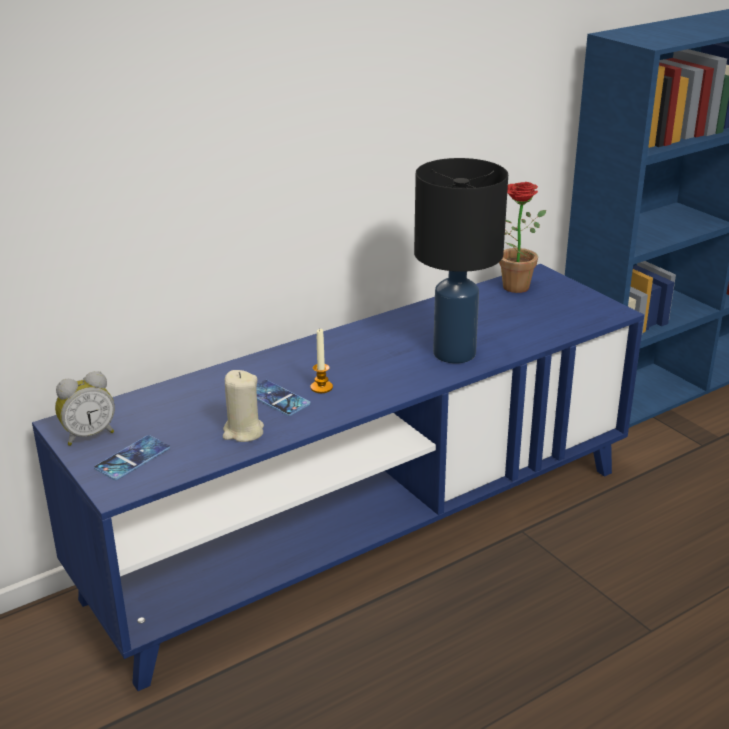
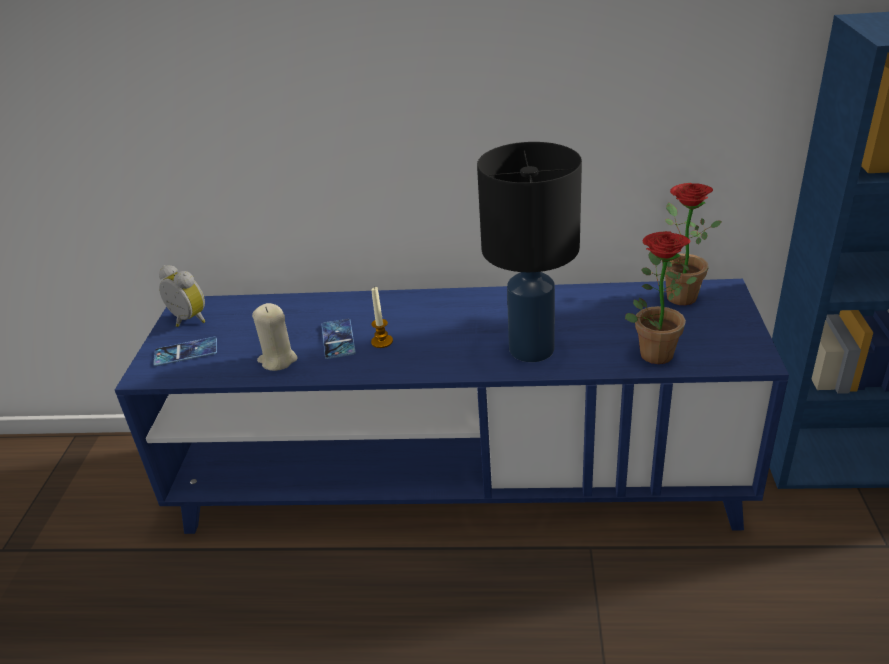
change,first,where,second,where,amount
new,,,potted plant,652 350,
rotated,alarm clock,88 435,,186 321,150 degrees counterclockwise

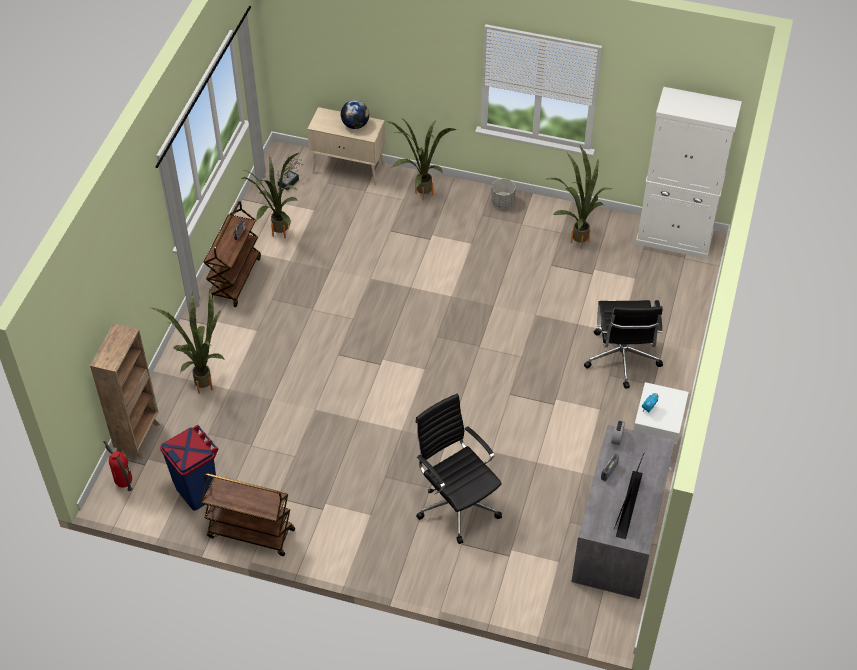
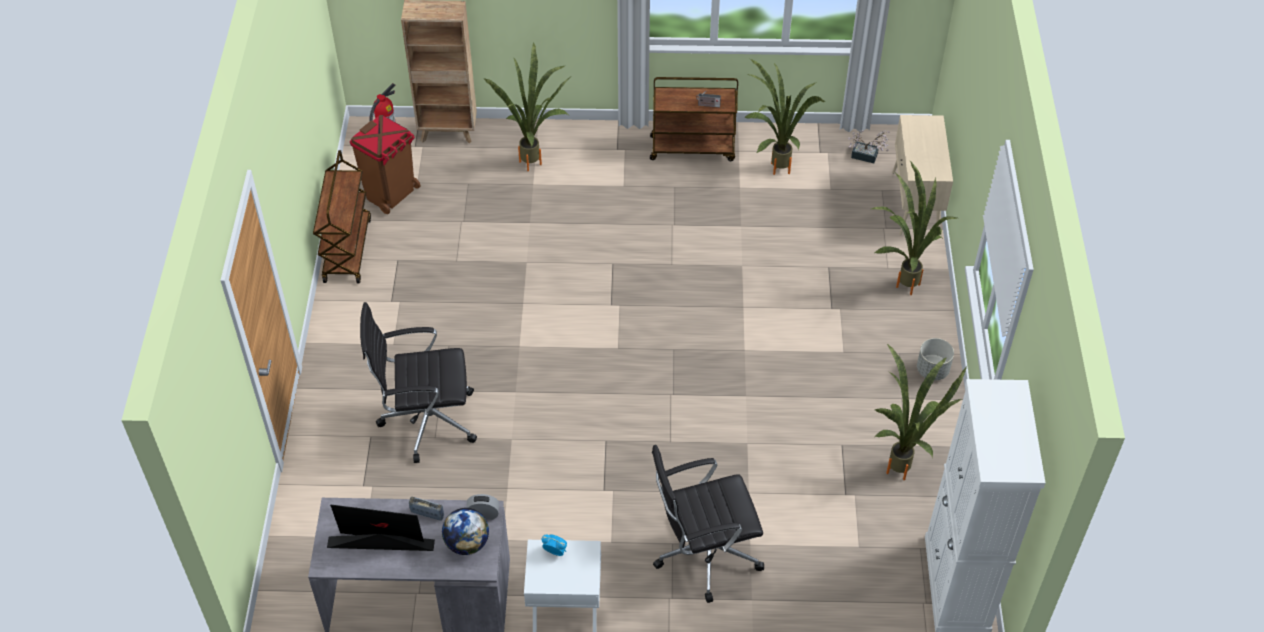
change,first,where,second,where,amount
shifted,globe,355 125,,467 543,
repainted,trash can (blue),197 491,trash can (brown),391 194,
rotated,office chair (black),457 503,,426 420,135 degrees counterclockwise

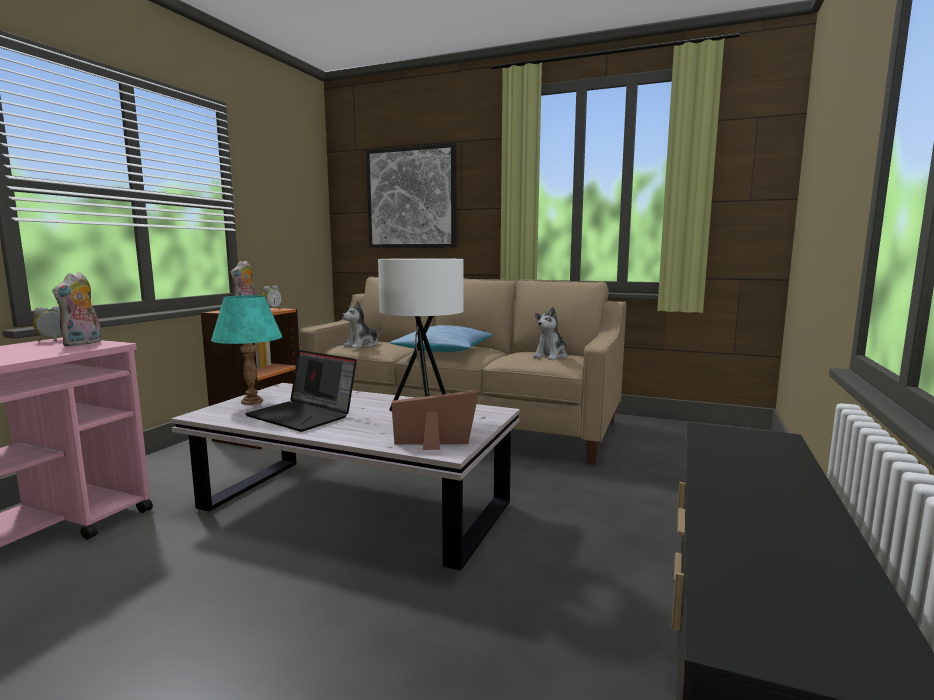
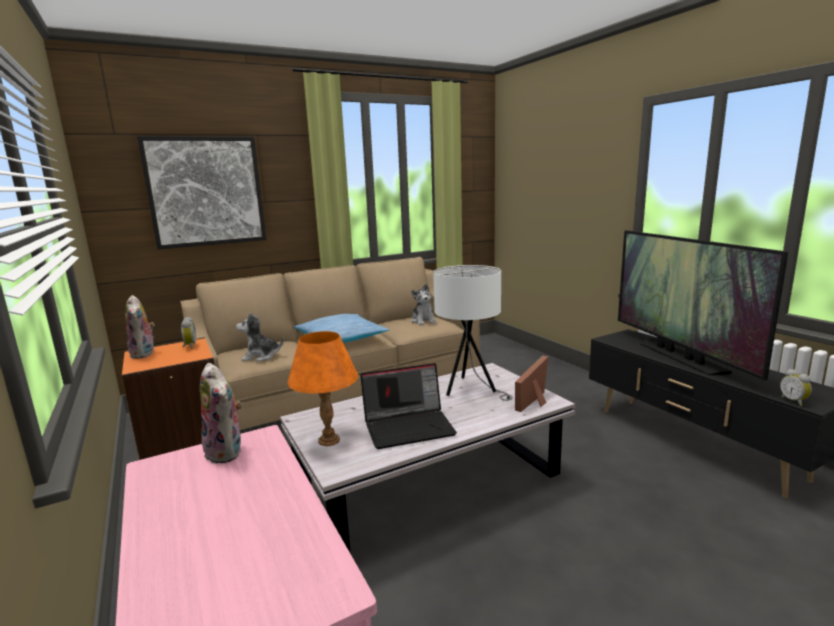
change,first,where,second,where,amount
new,,,television,680 357,
shifted,alarm clock,53 341,,794 401,
repainted,table lamp (turquoise),251 401,table lamp (orange),328 440,
rotated,plush toy,362 345,,261 356,90 degrees clockwise

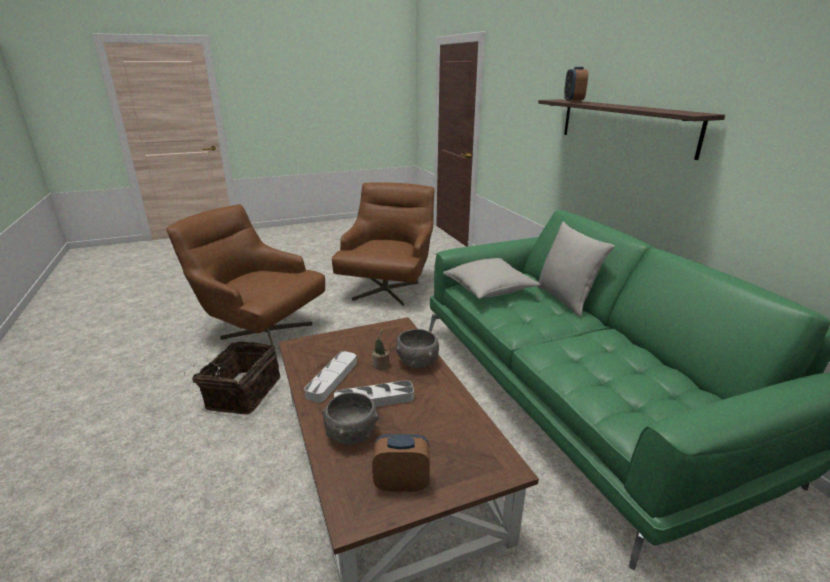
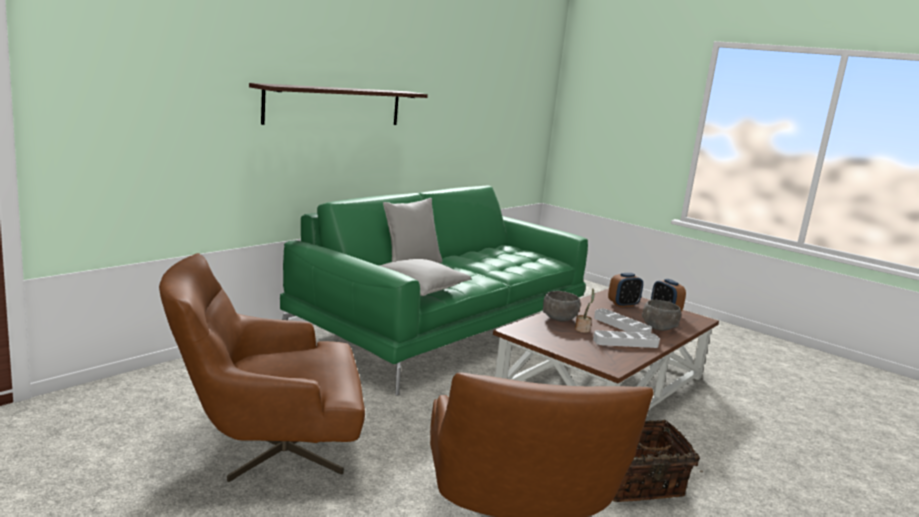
change,first,where,second,where,amount
shifted,alarm clock,573 101,,623 304,

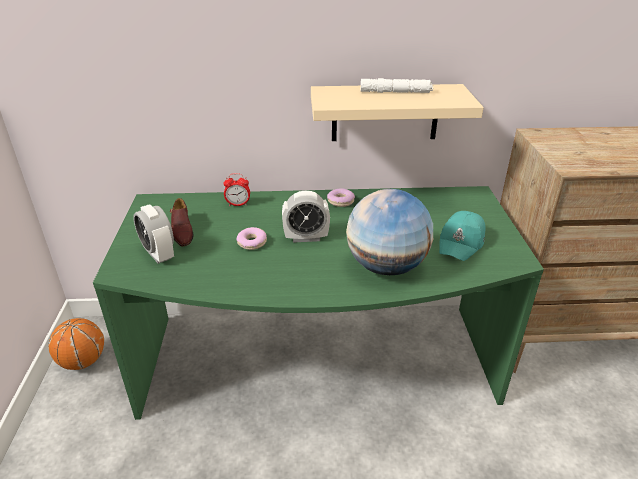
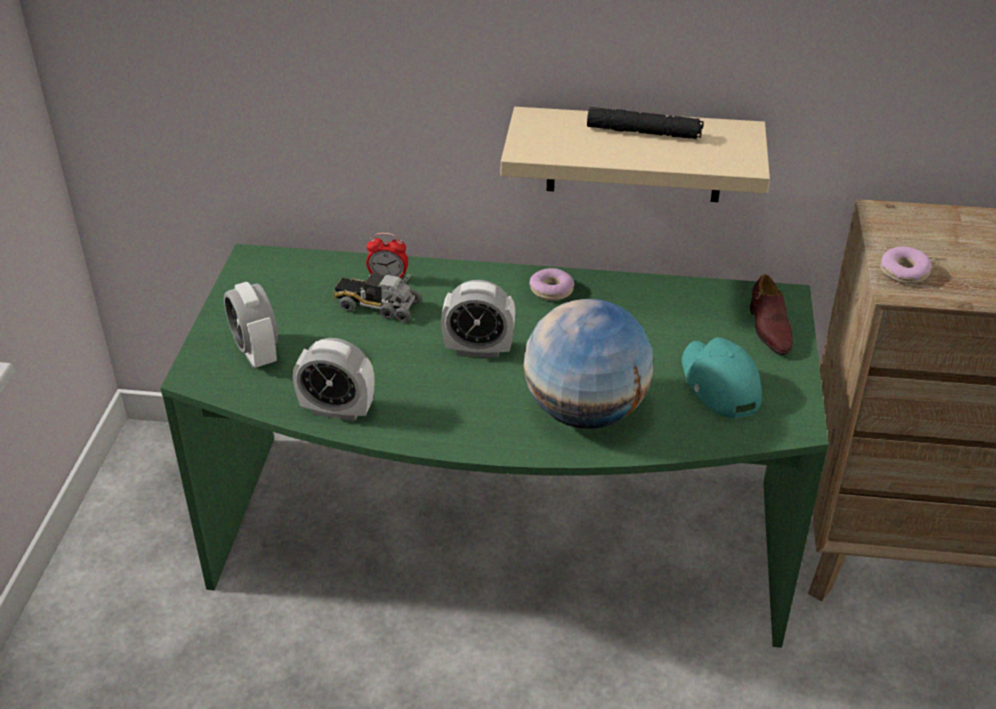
change,first,where,second,where,amount
gone,basketball,83 361,,,
new,,,alarm clock,337 410,
new,,,toy truck,377 306,
shifted,shoe (brown),182 232,,769 329,
shifted,donut,252 243,,903 272,
repainted,flashlight (white),395 92,flashlight (black),644 132,
rotated,cap (turquoise),462 242,,718 385,120 degrees clockwise

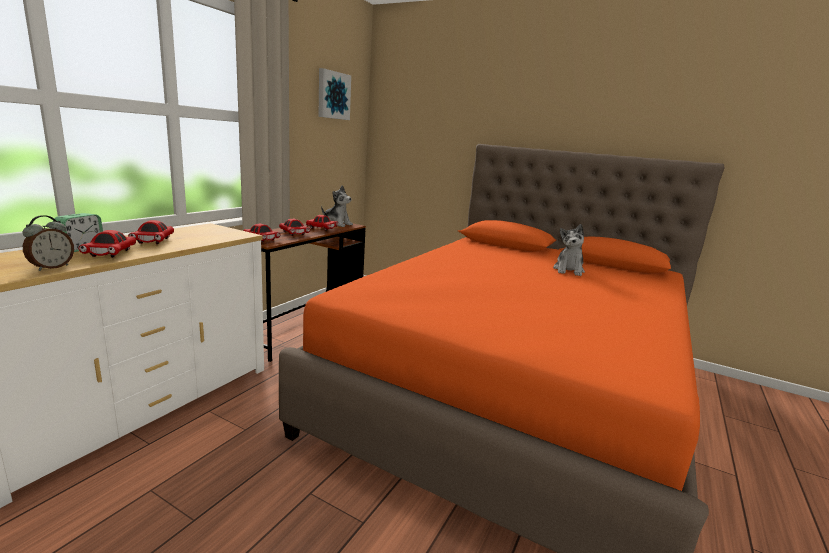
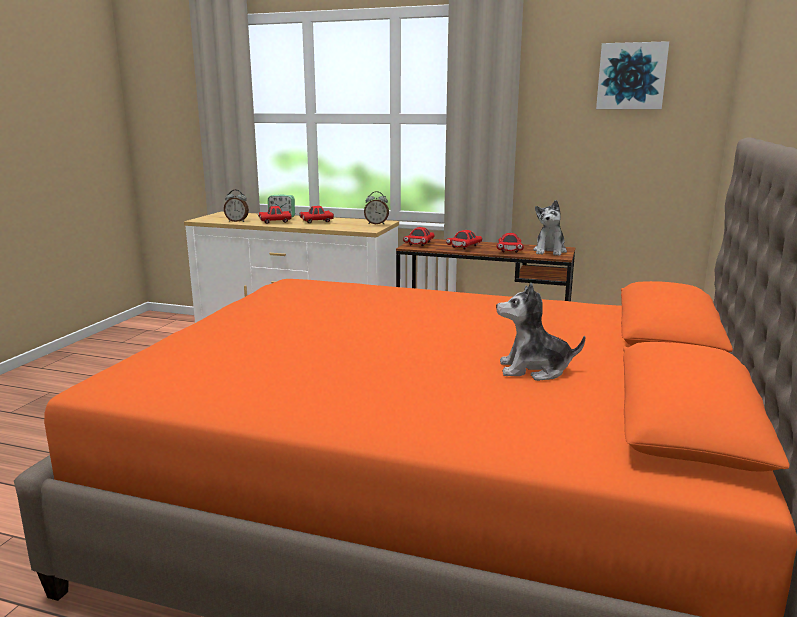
change,first,where,second,where,amount
new,,,alarm clock,376 224,

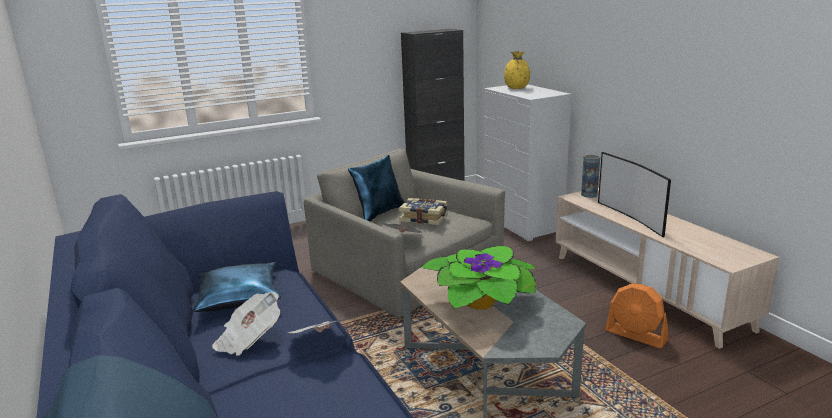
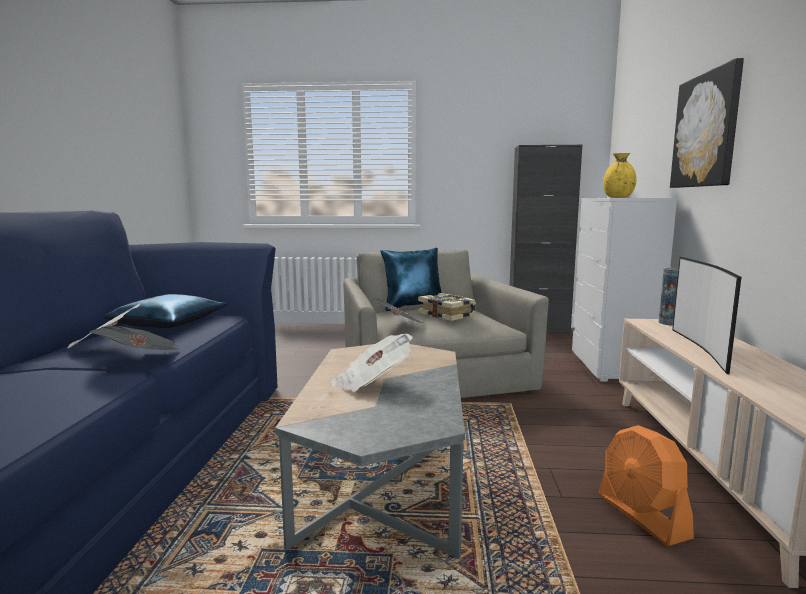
change,first,where,second,where,amount
new,,,picture,706 130,
swapped,potted plant,481 303,newspaper,371 383,

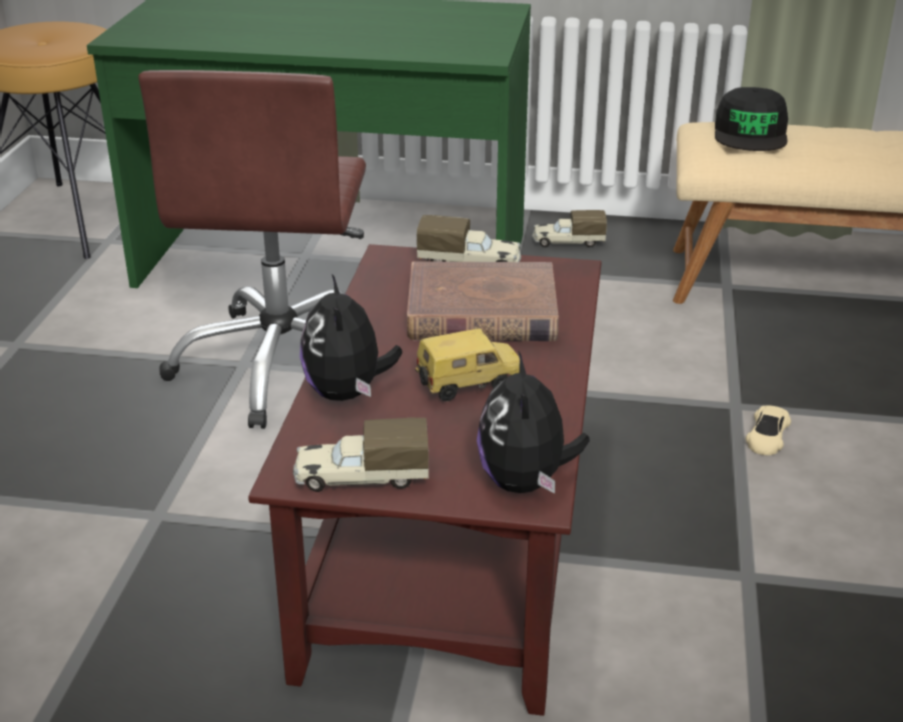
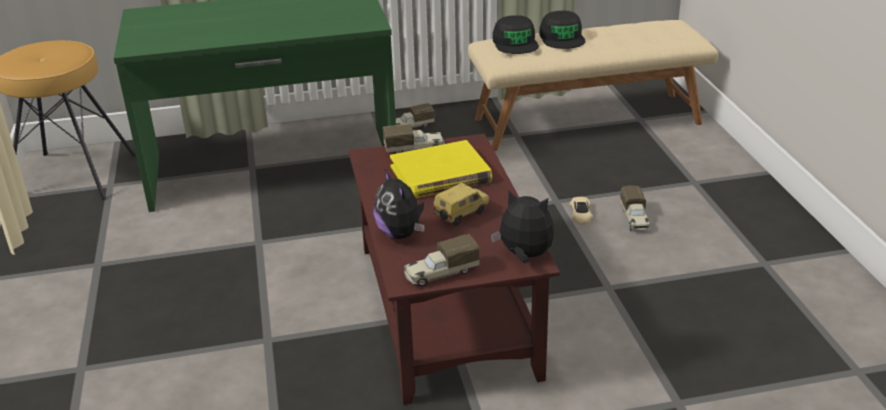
change,first,where,second,where,amount
gone,office chair (brown),283 364,,,
new,,,cap (black),562 38,
new,,,toy truck,634 219,
repainted,book (brown),482 311,book (yellow),440 174,
rotated,plush toy,526 482,,524 256,135 degrees clockwise

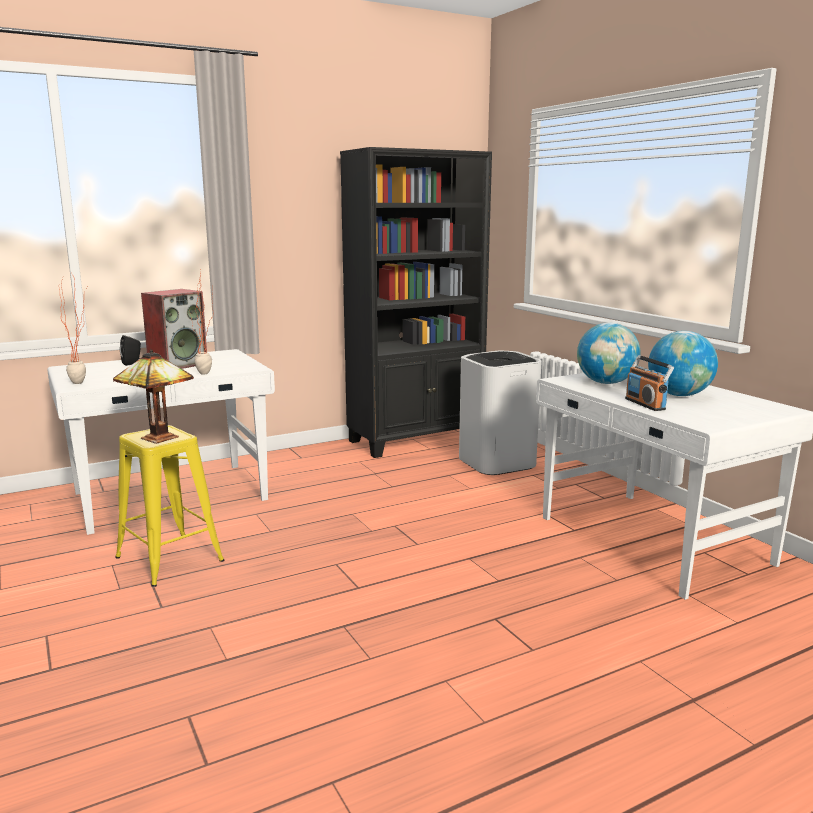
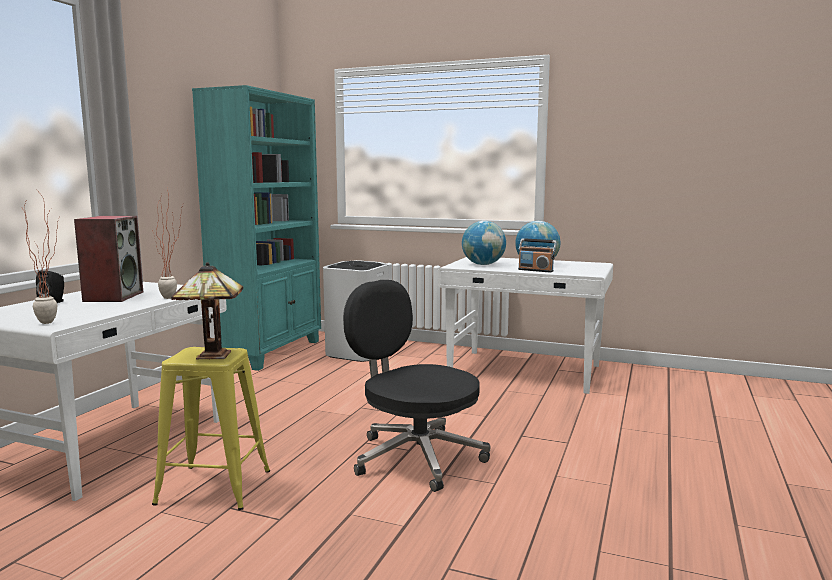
change,first,where,second,where,amount
new,,,office chair (black),415 457,
repainted,bookcase (black),416 440,bookcase (turquoise),270 352,

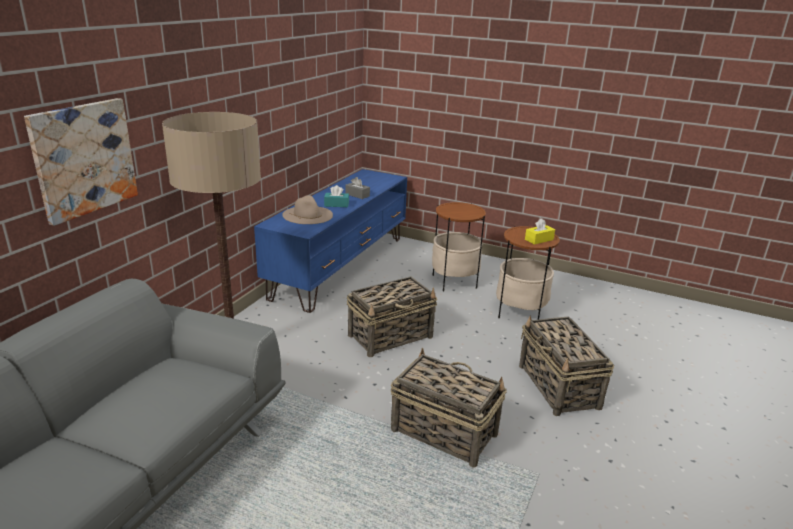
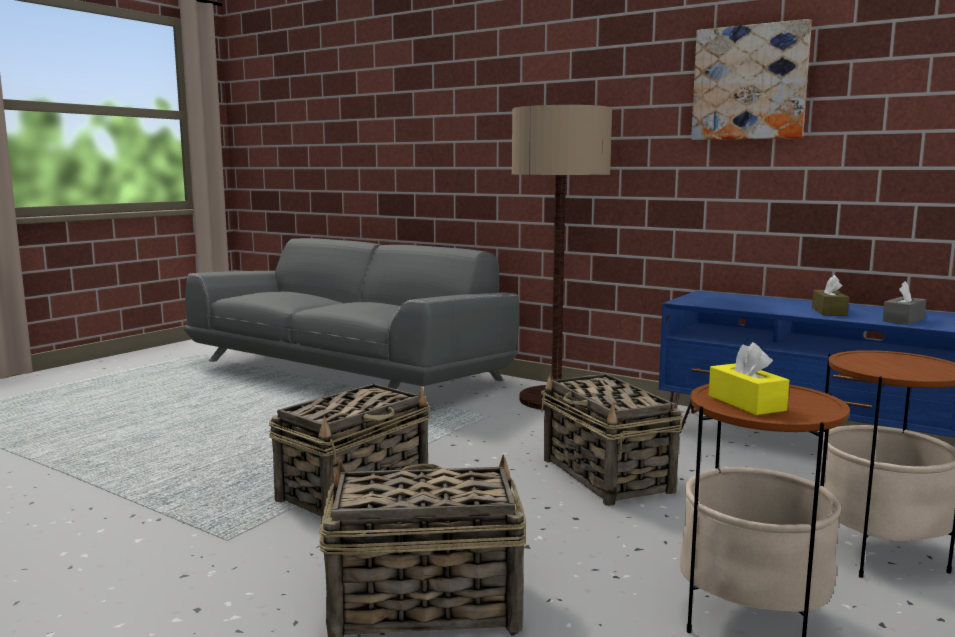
change,first,where,second,where,amount
gone,hat (beige),308 215,,,
shifted,picture,83 159,,750 83,
repainted,tissue box (turquoise),336 204,tissue box (brown),829 311,

